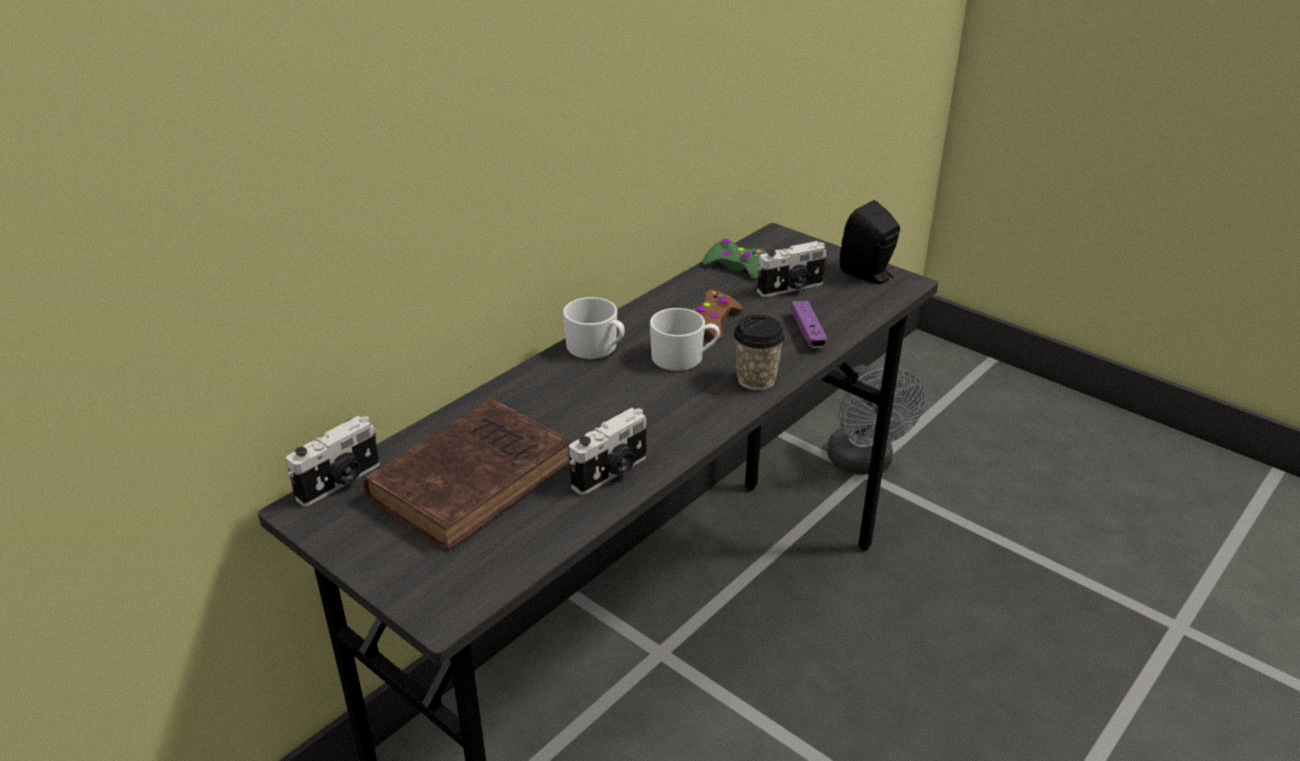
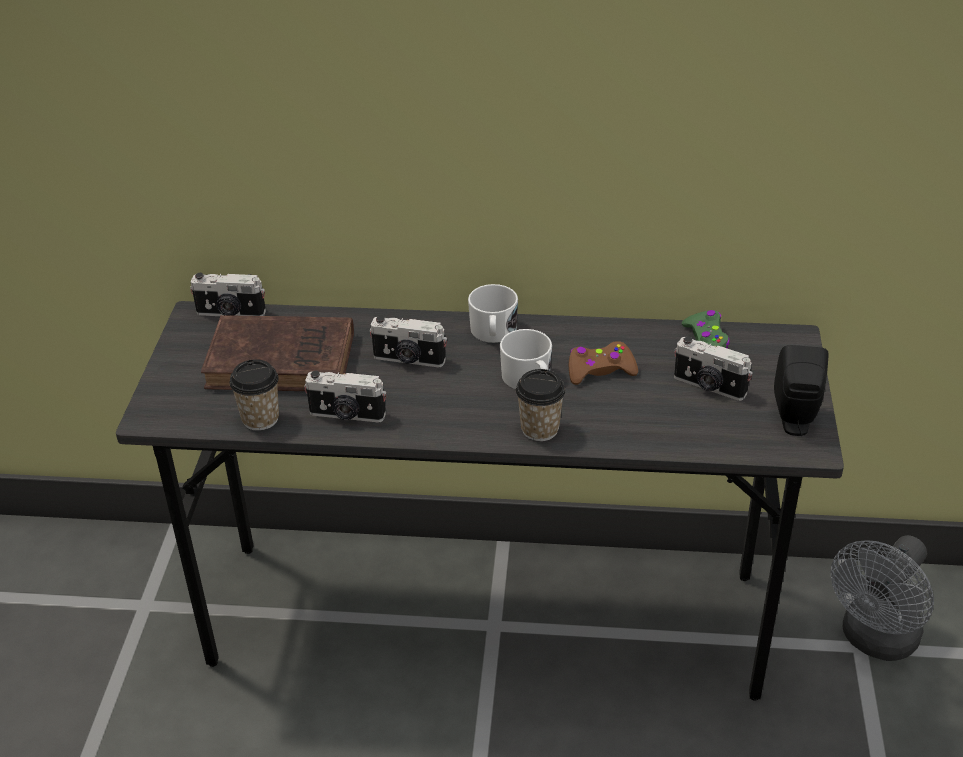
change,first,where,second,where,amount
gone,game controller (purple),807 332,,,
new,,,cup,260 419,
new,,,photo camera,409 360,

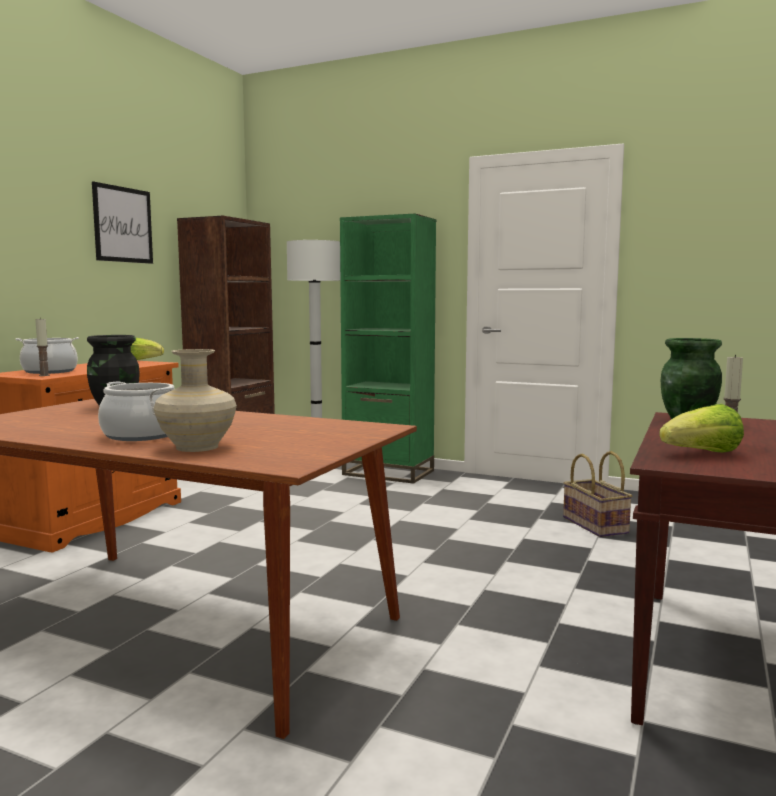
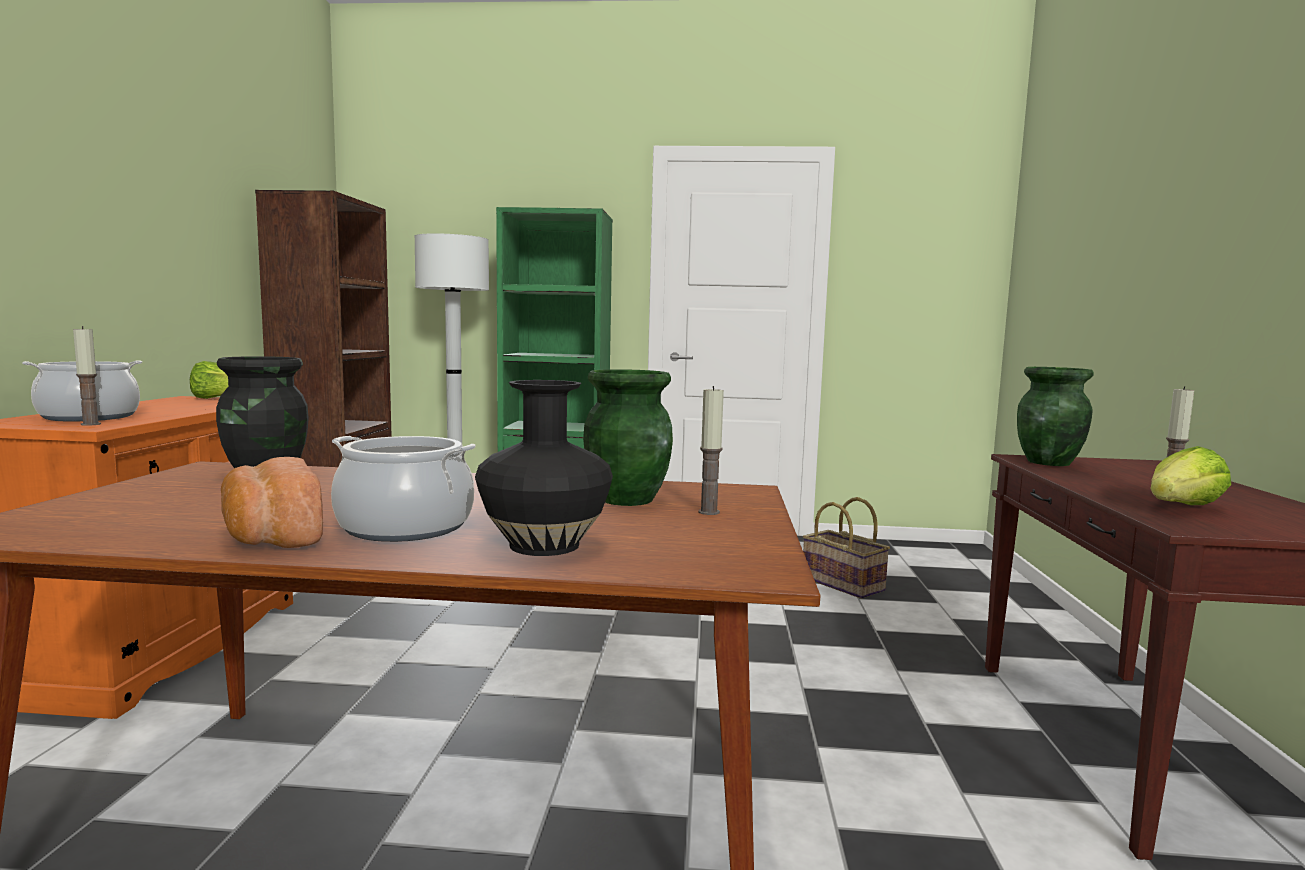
change,first,where,second,where,amount
gone,picture,123 224,,,
new,,,bread,270 536,
new,,,vase (green),628 499,
new,,,candle,709 512,
repainted,vase (beige),196 447,vase (black),544 546,

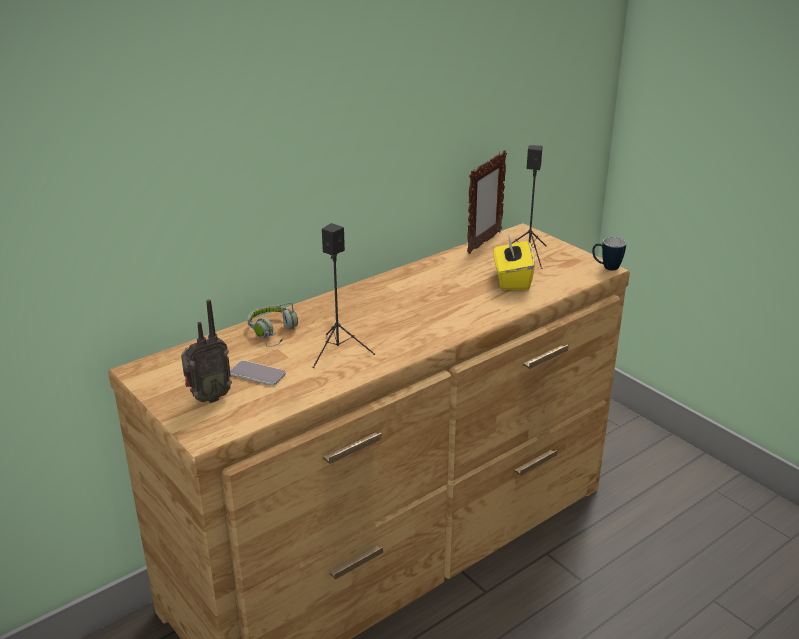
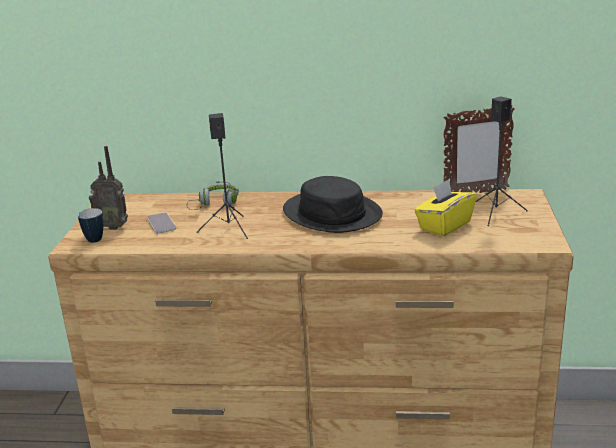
change,first,where,second,where,amount
new,,,hat (black),332 213,
shifted,mug,606 267,,93 238,

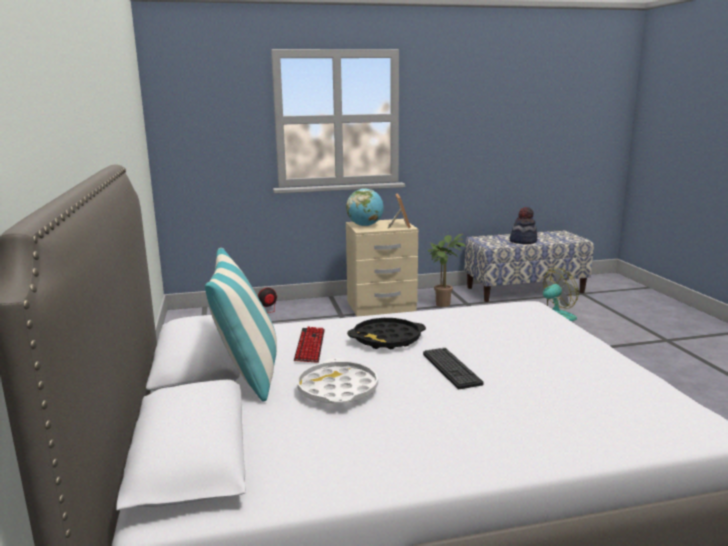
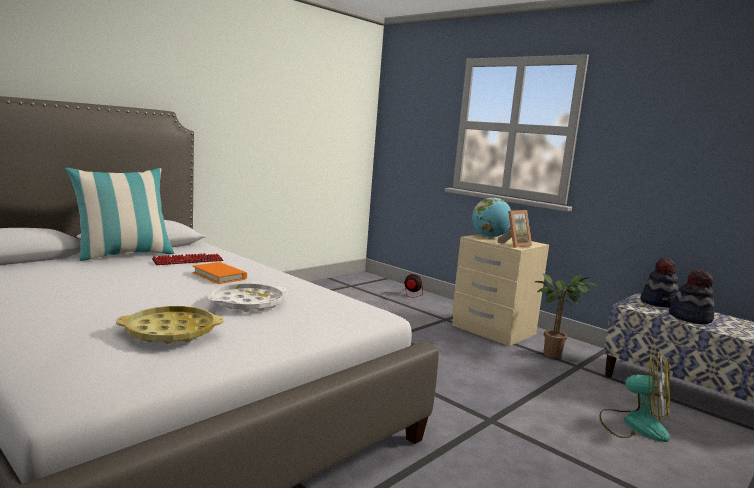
change,first,where,second,where,amount
gone,keyboard,451 368,,,
new,,,tray (yellow),171 332,
new,,,hat,659 303,
shifted,tray (white),337 389,,248 303,
swapped,tray (black),386 339,book (orange),219 276,

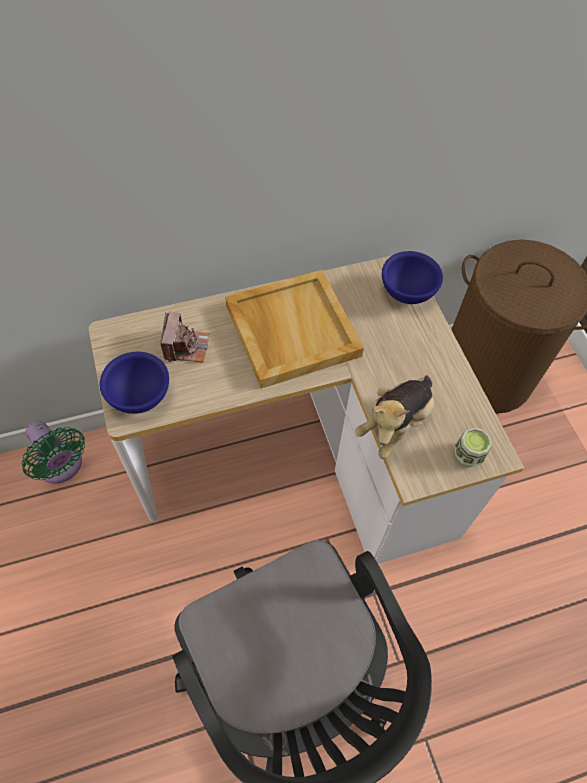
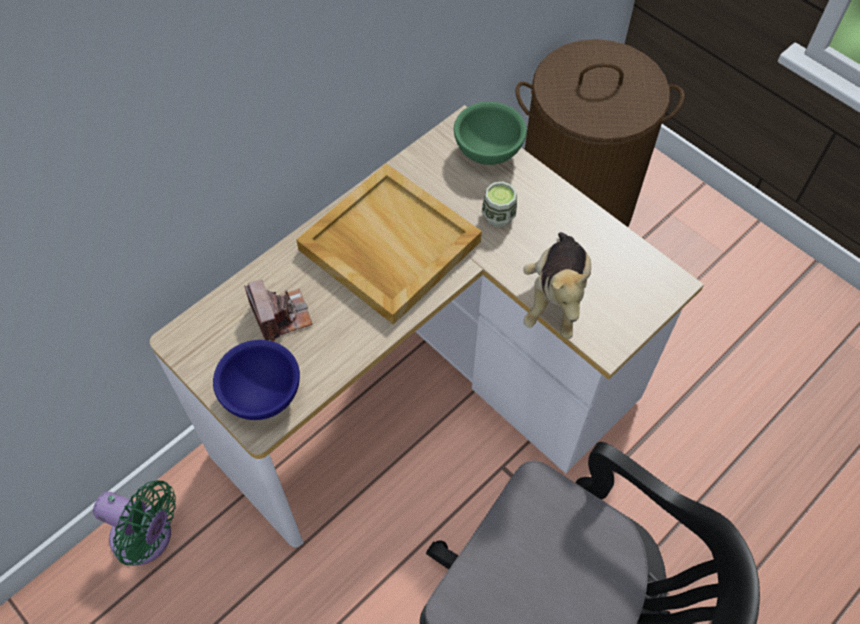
change,first,where,second,where,amount
shifted,cup,468 455,,498 216,
repainted,bowl (blue),406 292,bowl (green),487 151,

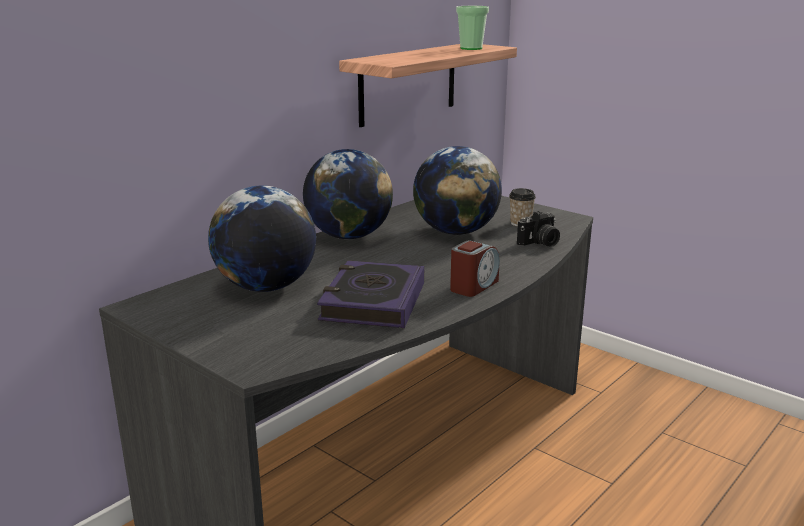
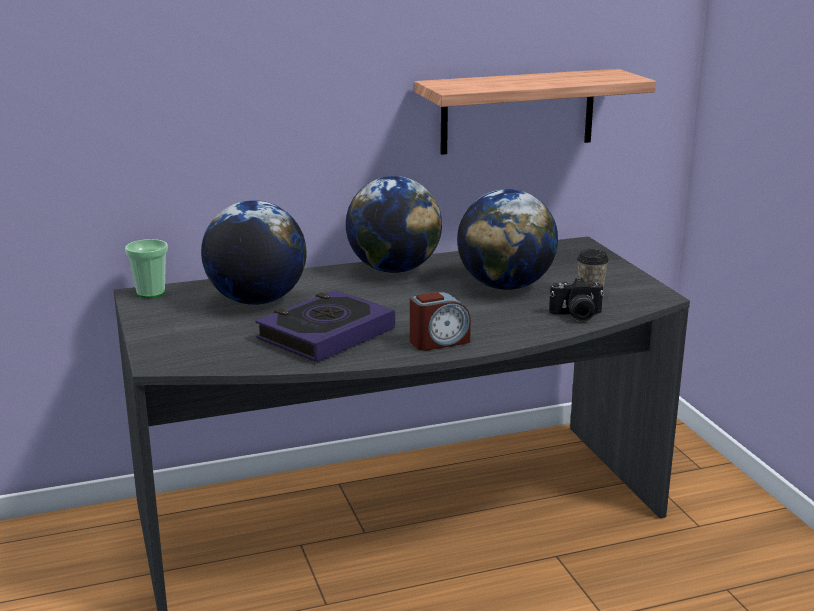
change,first,where,second,where,amount
shifted,cup,471 48,,151 293,

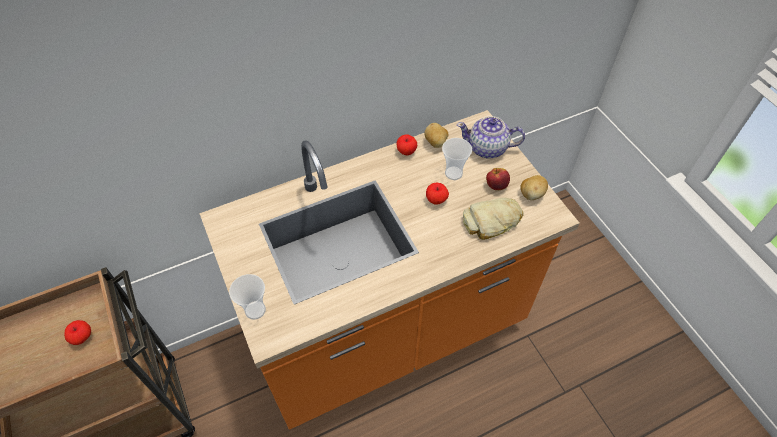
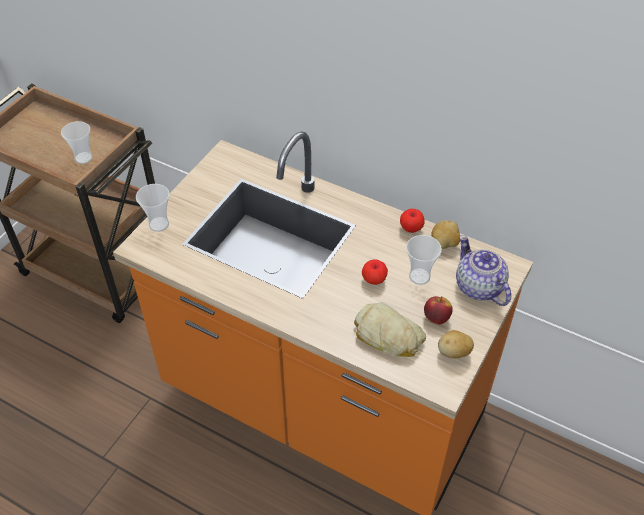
change,first,where,second,where,amount
swapped,apple,82 337,cup,83 158,

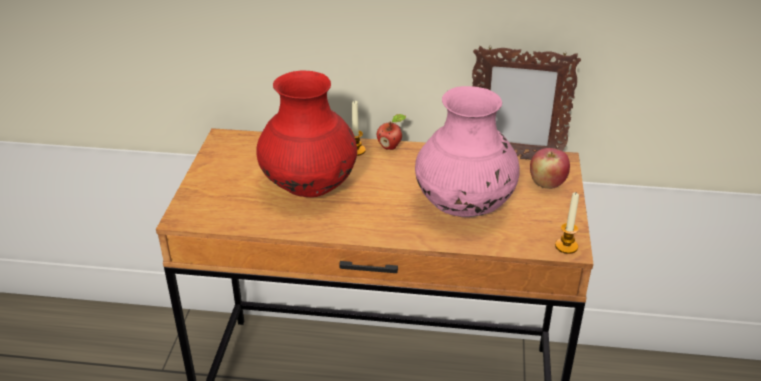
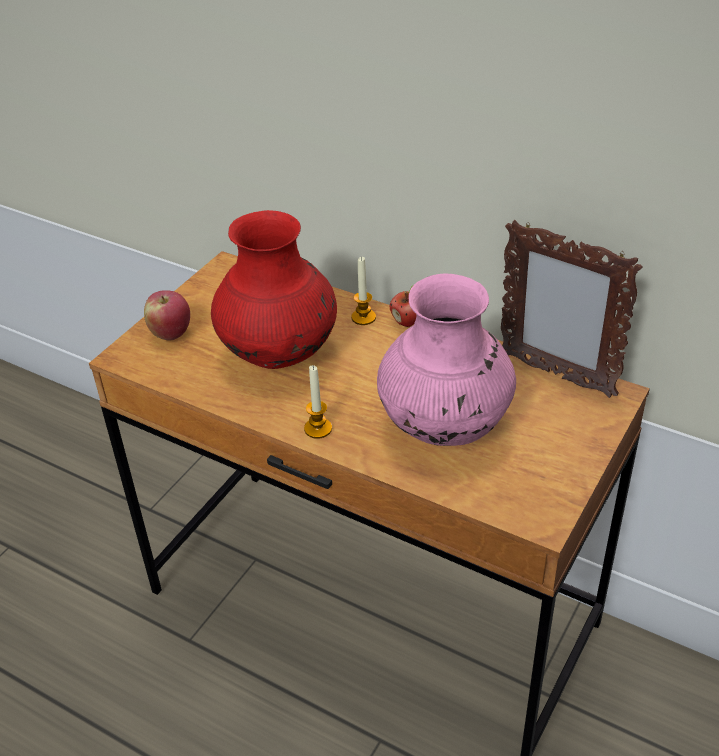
change,first,where,second,where,amount
shifted,apple,547 184,,170 333,
shifted,candle,566 246,,318 429,

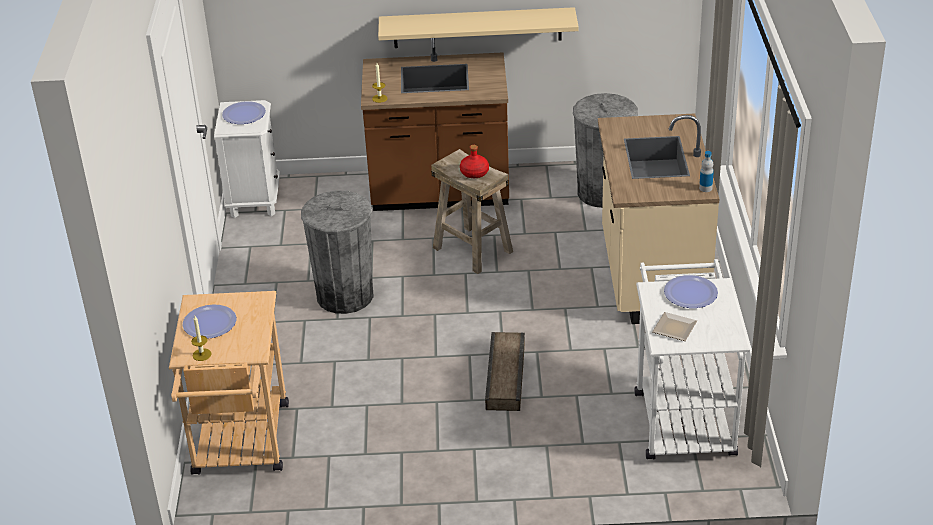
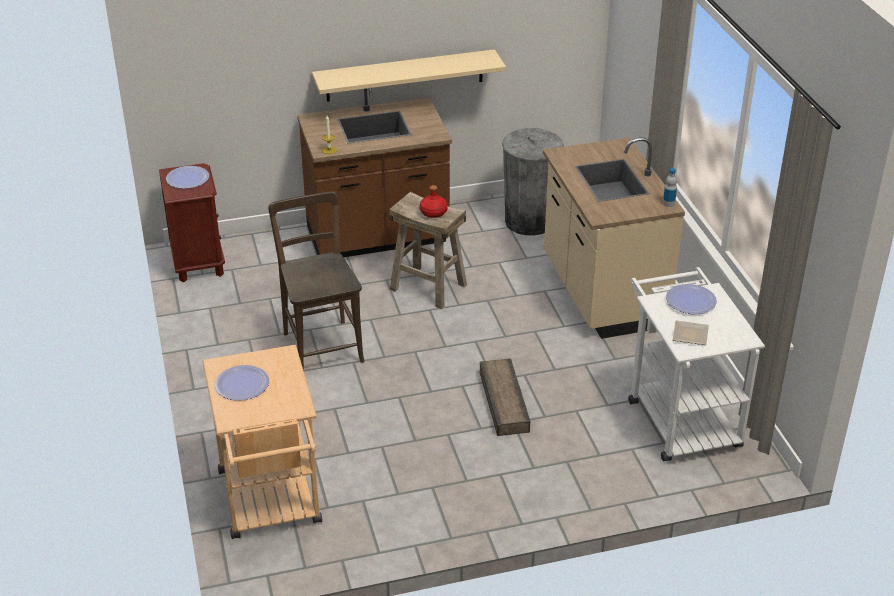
change,first,where,second,where,amount
gone,candle,202 354,,,
swapped,trash can (grey),345 295,chair (brown),321 344,
repainted,nightstand (white),254 200,nightstand (brown),198 263,

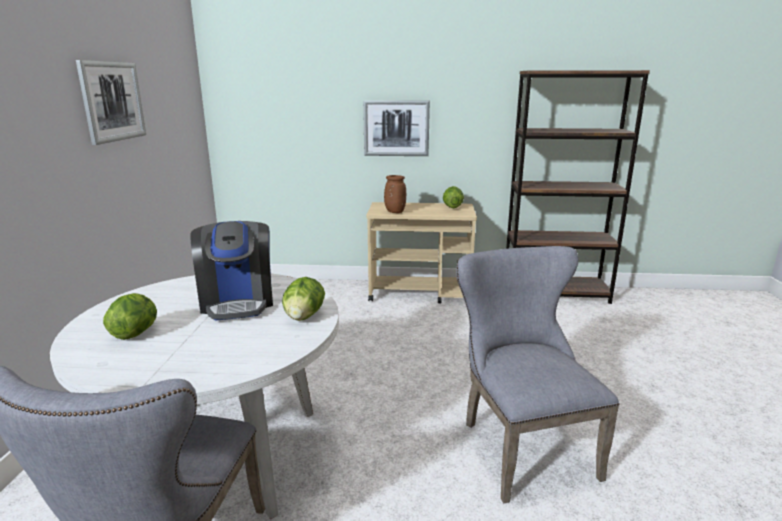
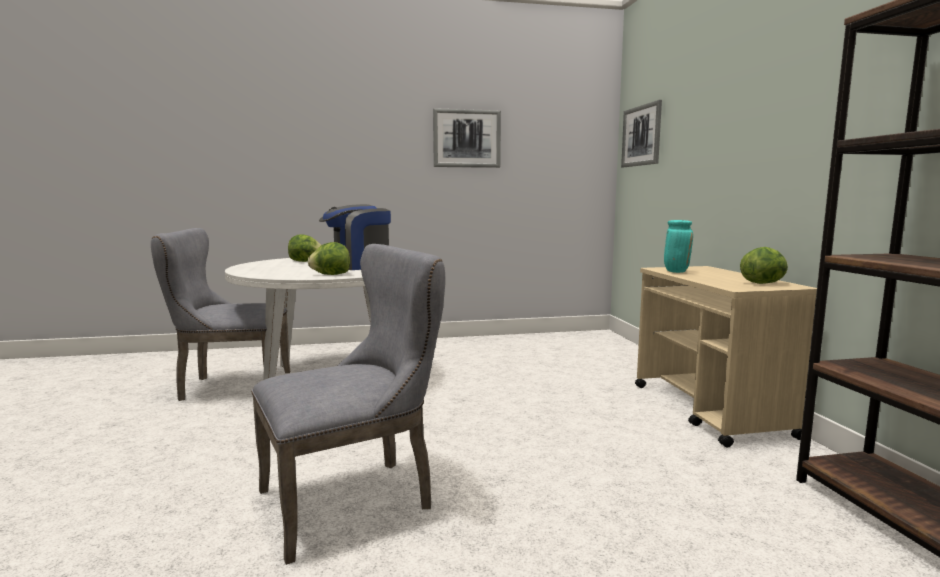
change,first,where,second,where,amount
shifted,picture,396 128,,641 136,
repainted,vase (brown),394 212,vase (turquoise),675 271,

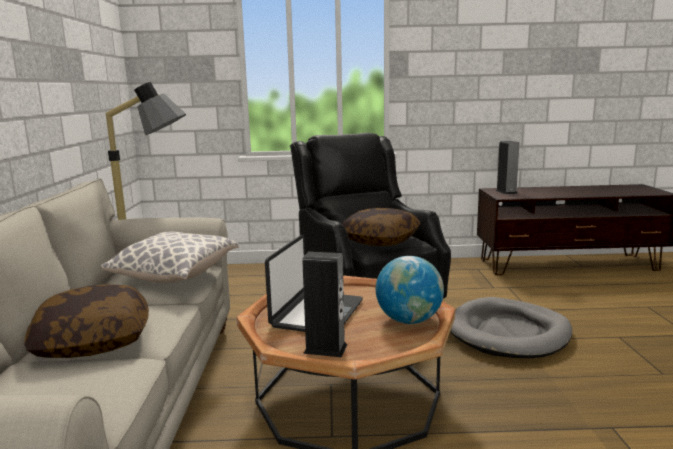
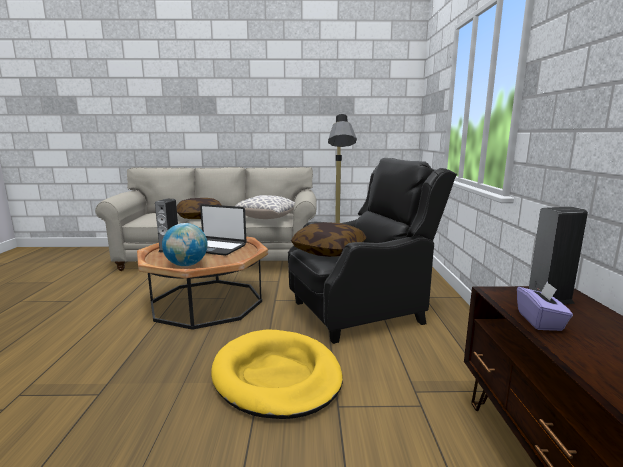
change,first,where,second,where,amount
new,,,tissue box (purple),540 321,
repainted,dog bed (grey),508 333,dog bed (yellow),277 376,

